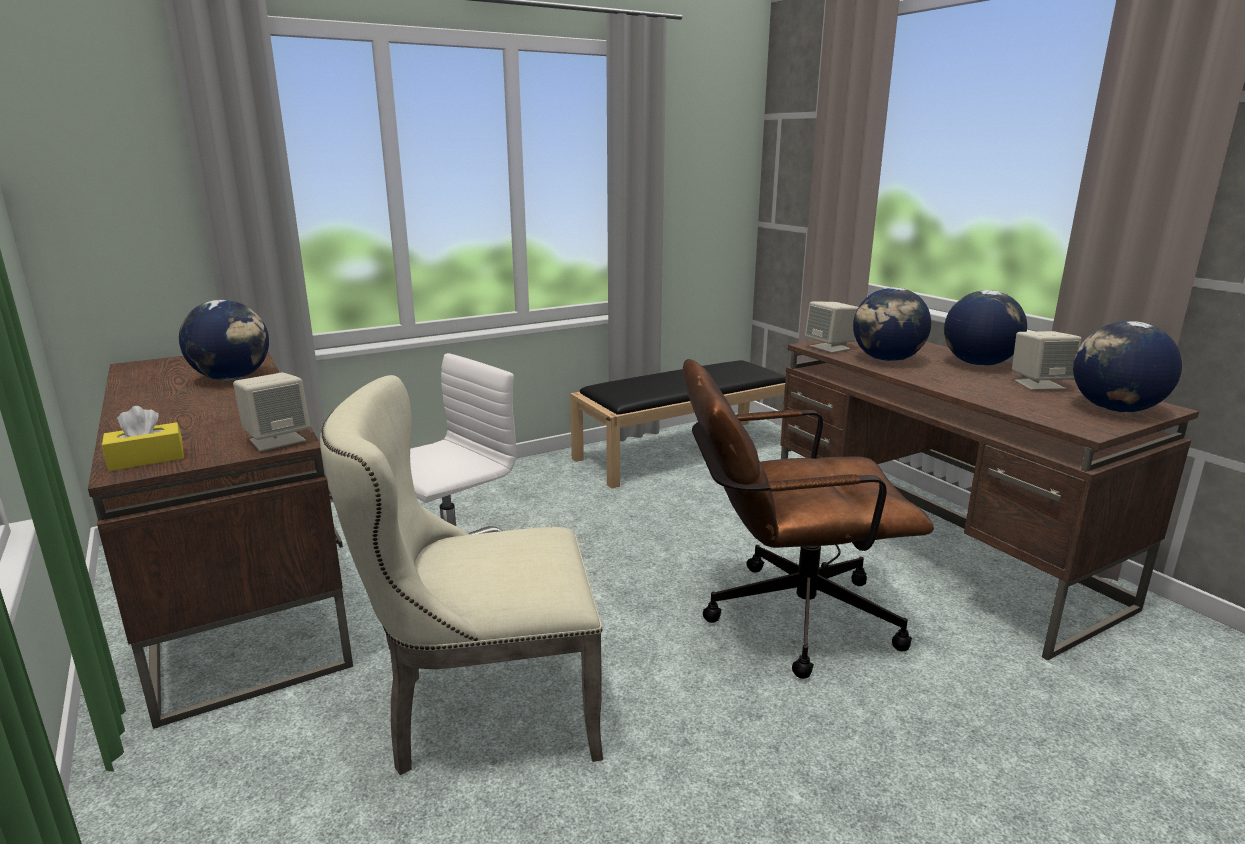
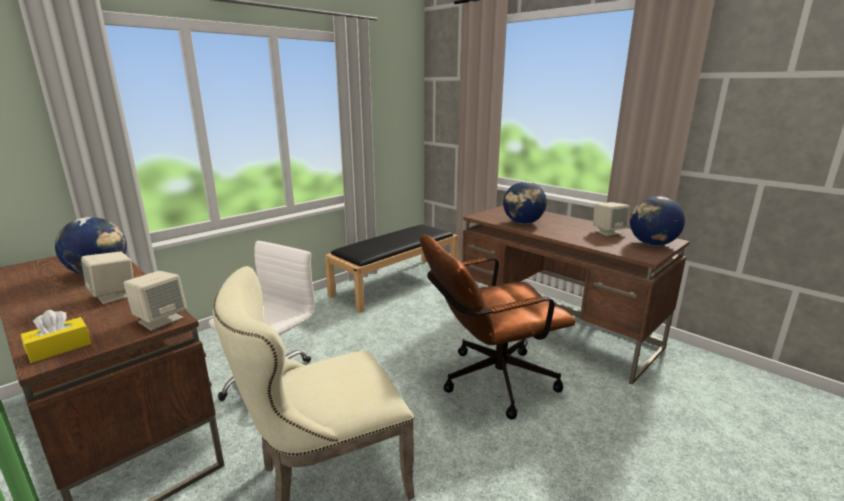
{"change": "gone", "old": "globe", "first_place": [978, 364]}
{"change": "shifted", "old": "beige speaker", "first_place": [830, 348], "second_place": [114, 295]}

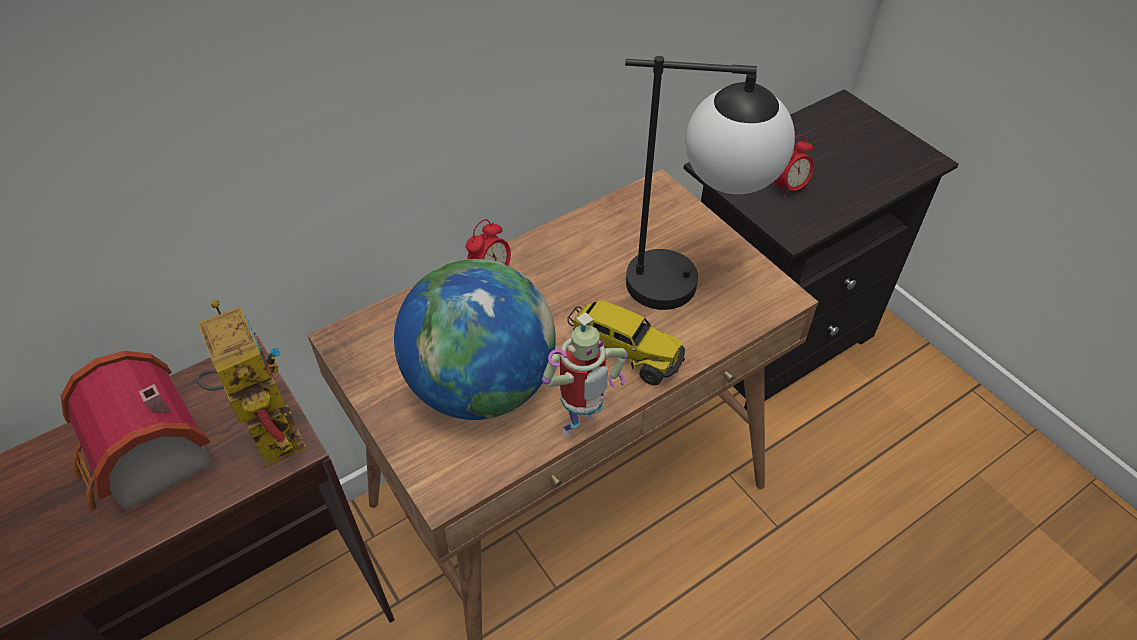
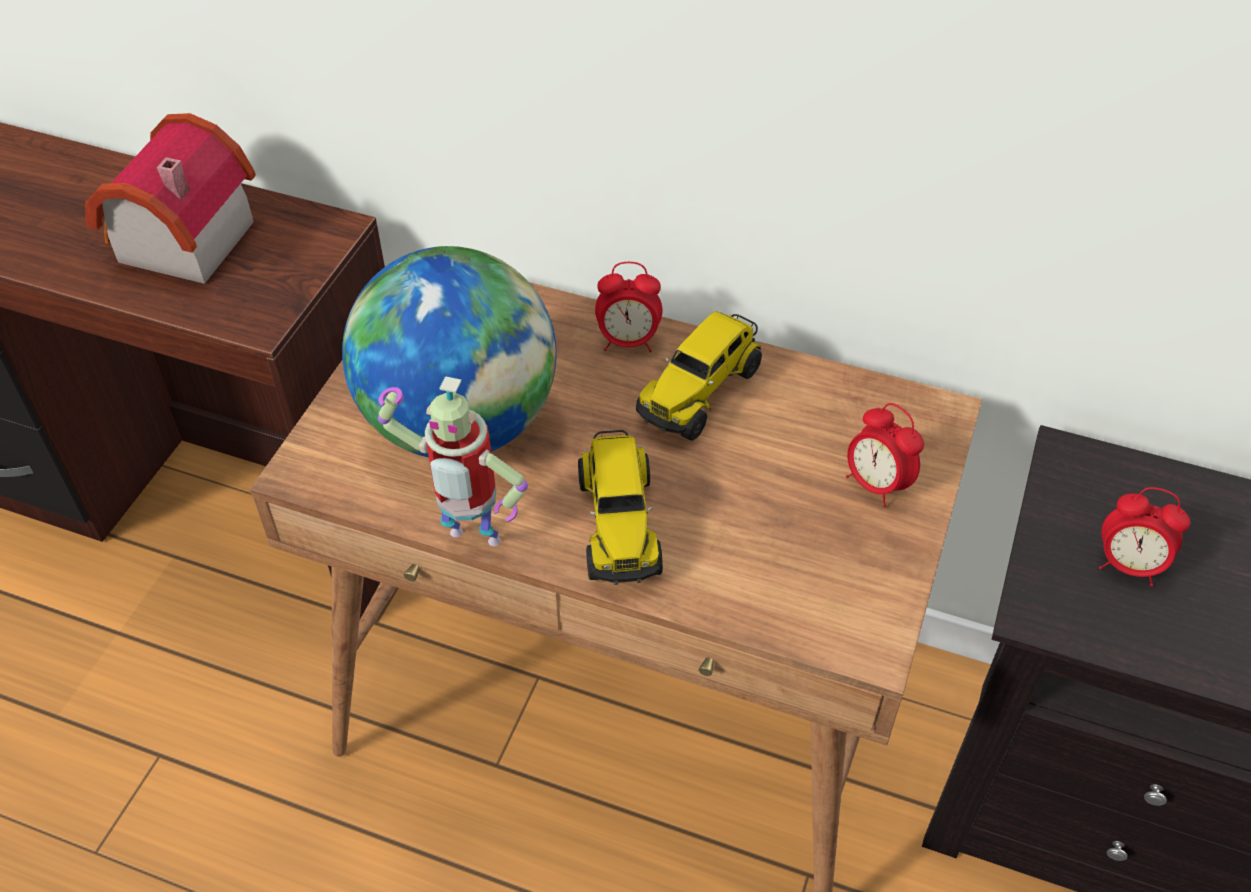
{"change": "gone", "old": "table lamp", "first_place": [691, 285]}
{"change": "gone", "old": "toy robot", "first_place": [266, 427]}
{"change": "new", "new": "toy truck", "second_place": [700, 391]}
{"change": "new", "new": "alarm clock", "second_place": [876, 484]}

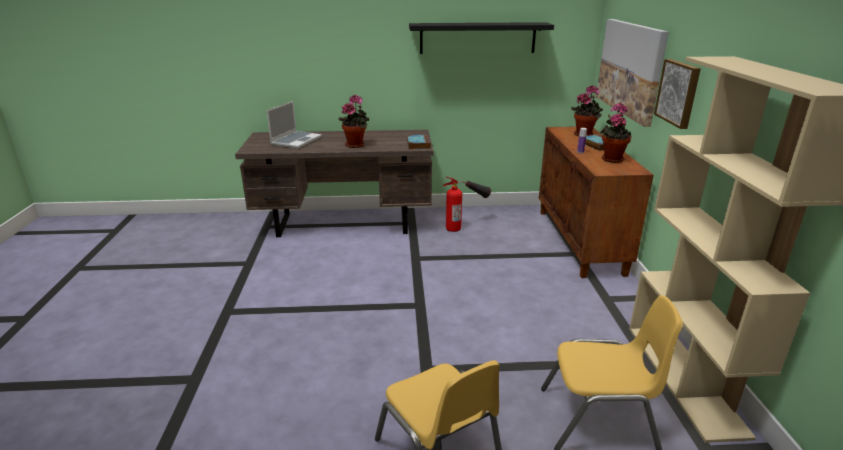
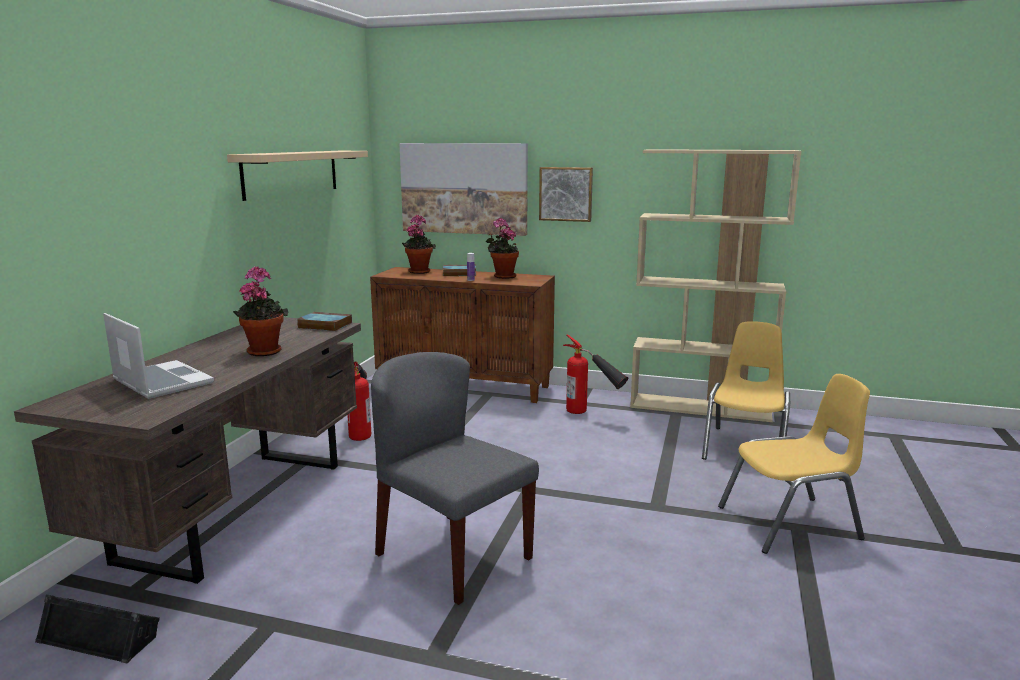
{"change": "repainted", "old": "black shelf", "new": "beige shelf", "first_place": [477, 38], "second_place": [291, 173]}
{"change": "new", "new": "fire extinguisher", "second_place": [592, 415]}
{"change": "new", "new": "grey chair", "second_place": [452, 555]}
{"change": "new", "new": "black speaker", "second_place": [100, 636]}

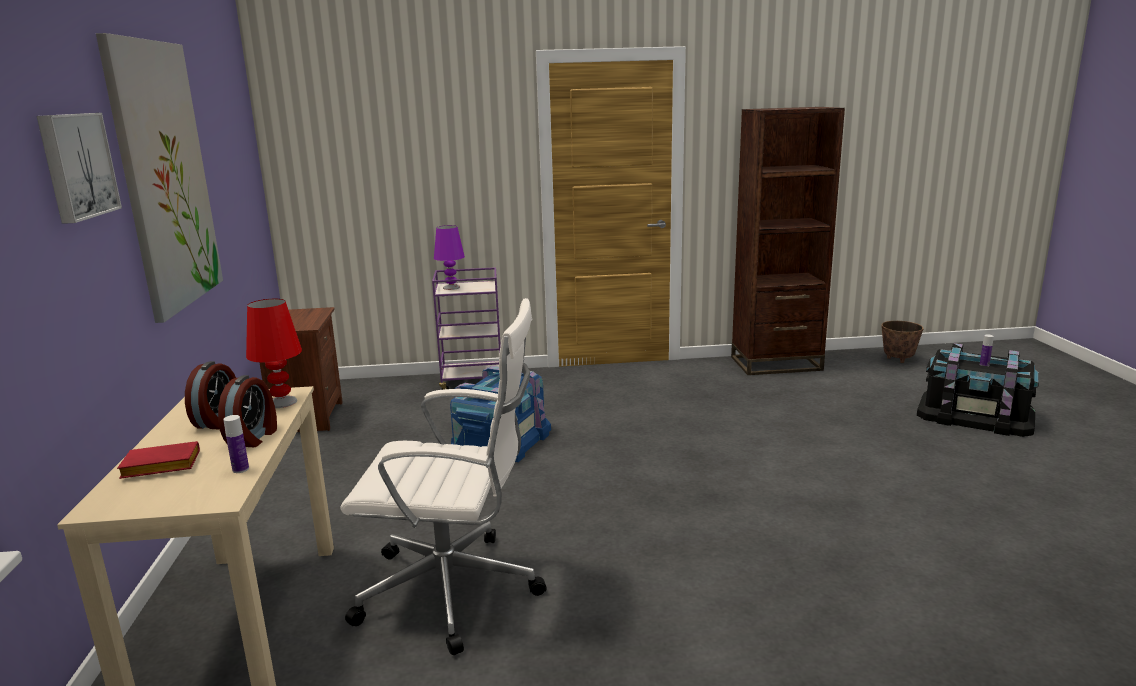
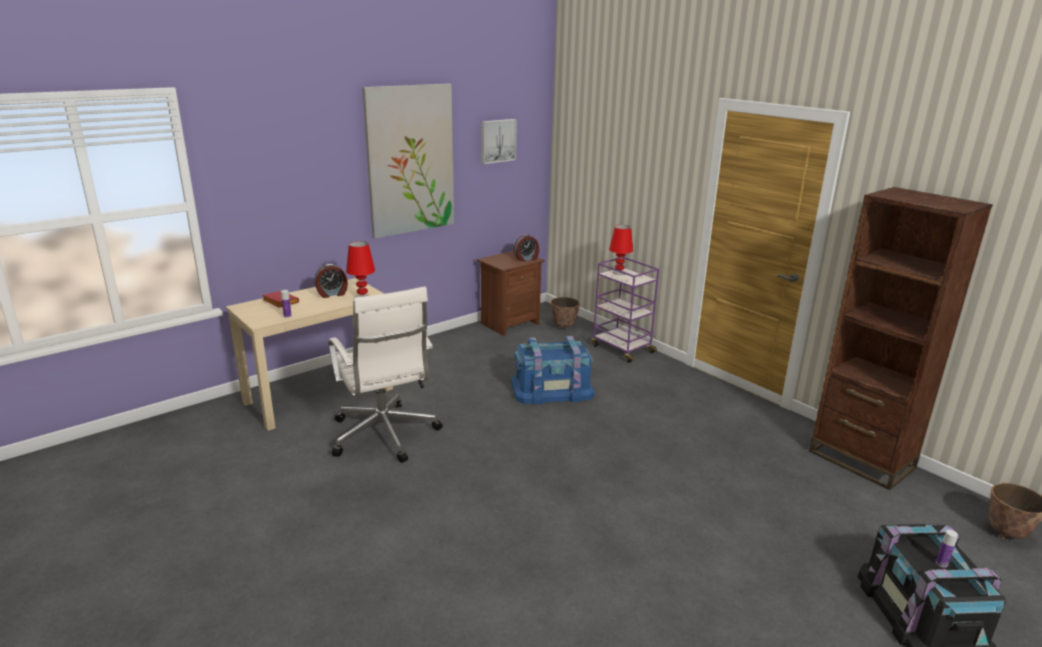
{"change": "shifted", "old": "picture", "first_place": [76, 166], "second_place": [497, 140]}
{"change": "repainted", "old": "purple table lamp", "new": "red table lamp", "first_place": [451, 287], "second_place": [619, 272]}
{"change": "shifted", "old": "alarm clock", "first_place": [254, 437], "second_place": [526, 259]}
{"change": "new", "new": "planter", "second_place": [564, 327]}

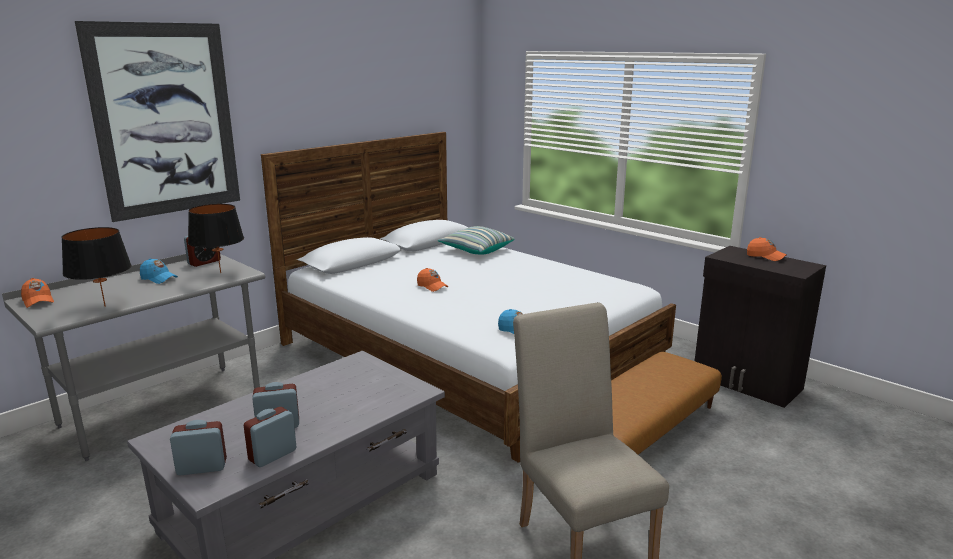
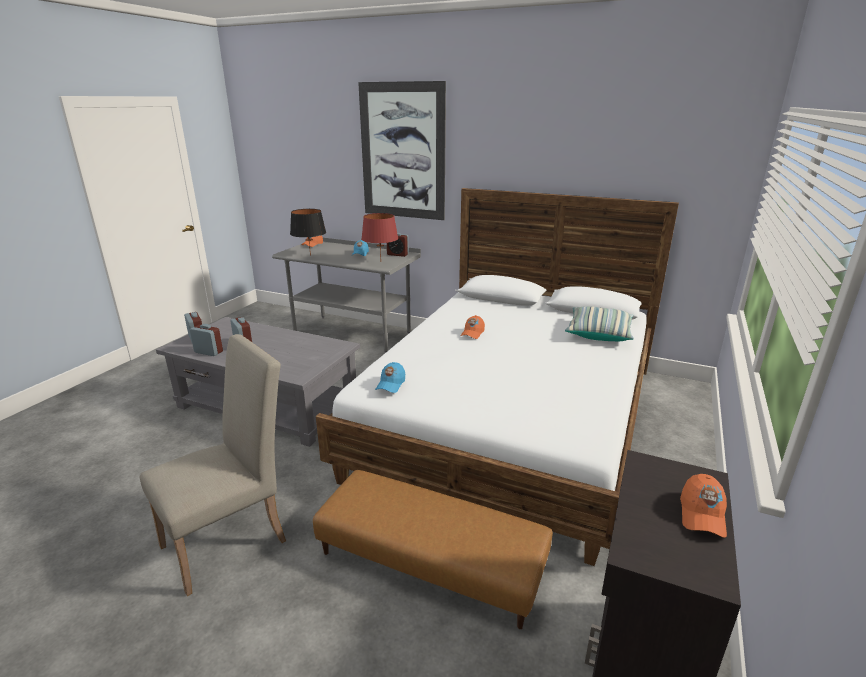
{"change": "repainted", "old": "black table lamp", "new": "red table lamp", "first_place": [220, 273], "second_place": [380, 262]}

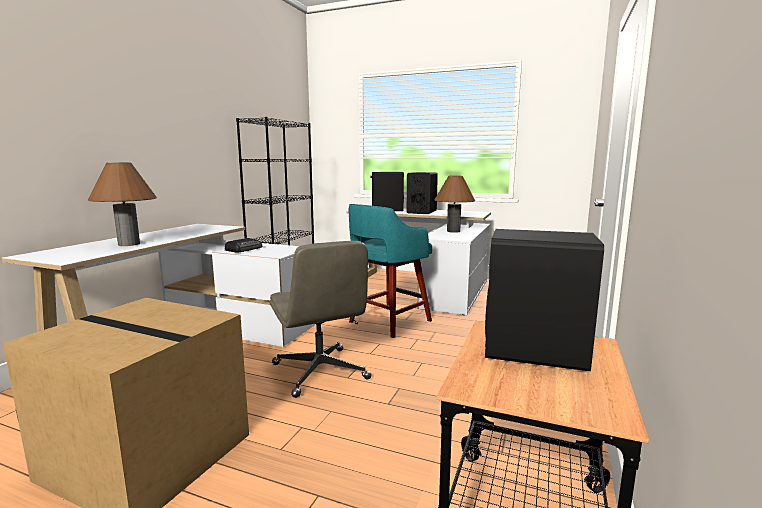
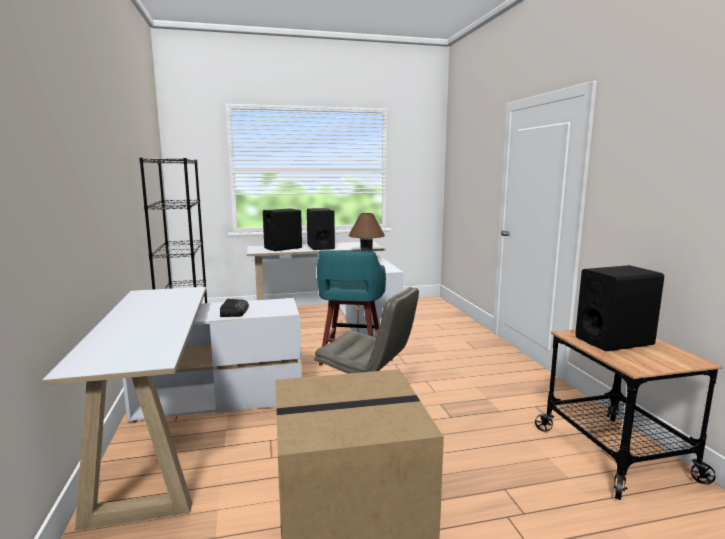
{"change": "gone", "old": "brown table lamp", "first_place": [129, 244]}

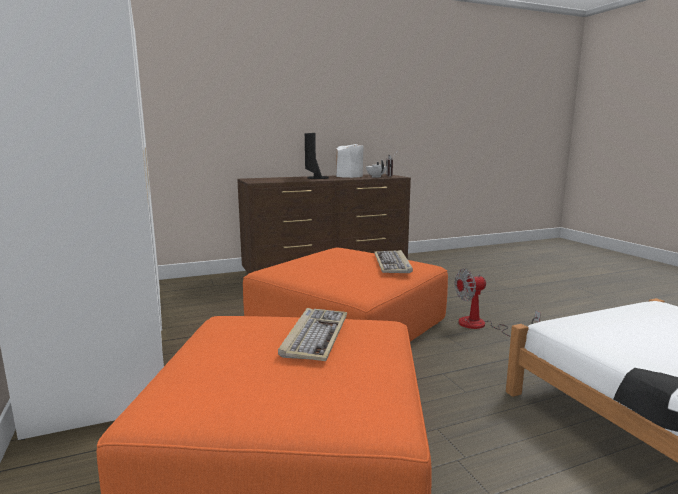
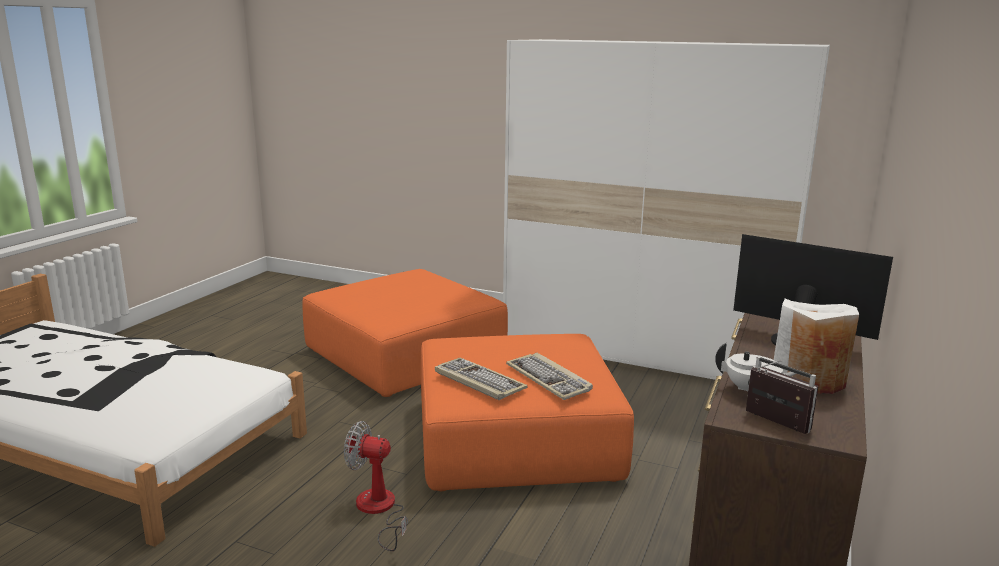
{"change": "rotated", "old": "fan", "first_place": [481, 326], "second_place": [379, 510], "degrees": -105}
{"change": "shifted", "old": "keyboard", "first_place": [315, 336], "second_place": [549, 379]}

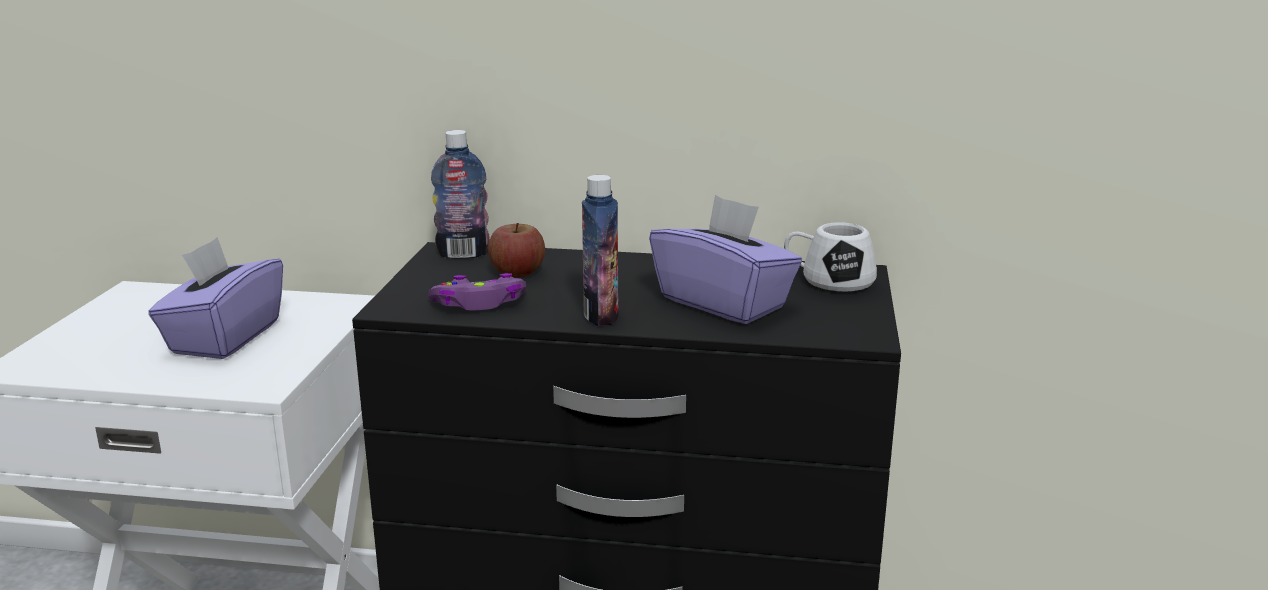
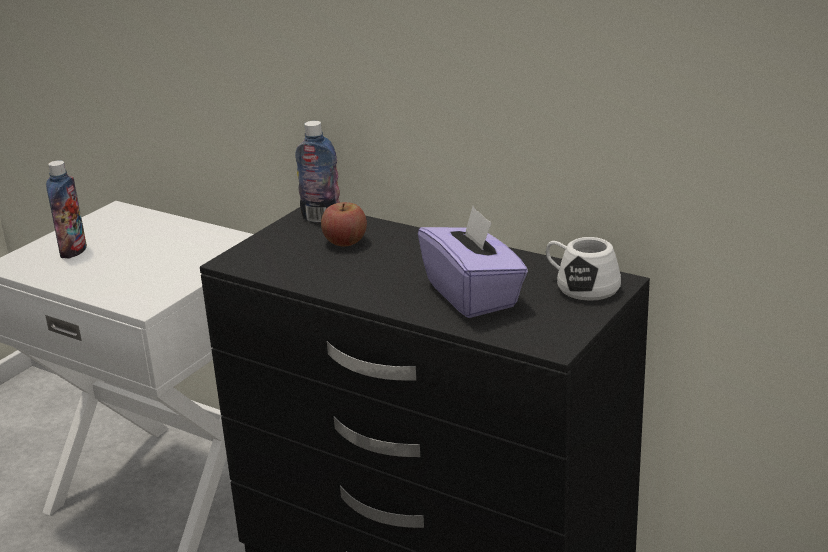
{"change": "shifted", "old": "bottle", "first_place": [601, 315], "second_place": [73, 251]}
{"change": "gone", "old": "purple tissue box", "first_place": [224, 338]}
{"change": "gone", "old": "purple game controller", "first_place": [480, 304]}

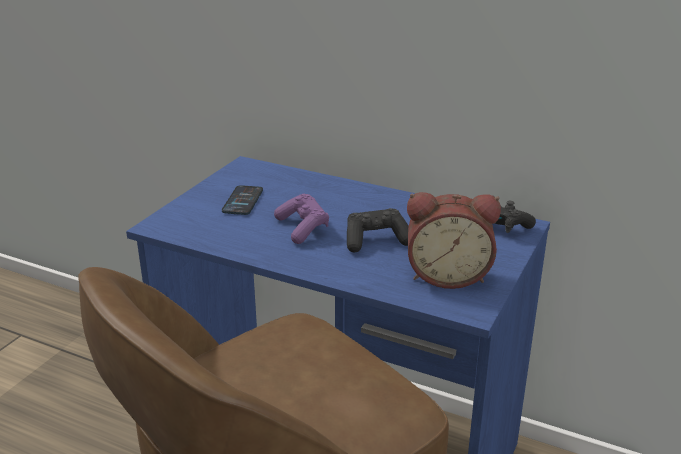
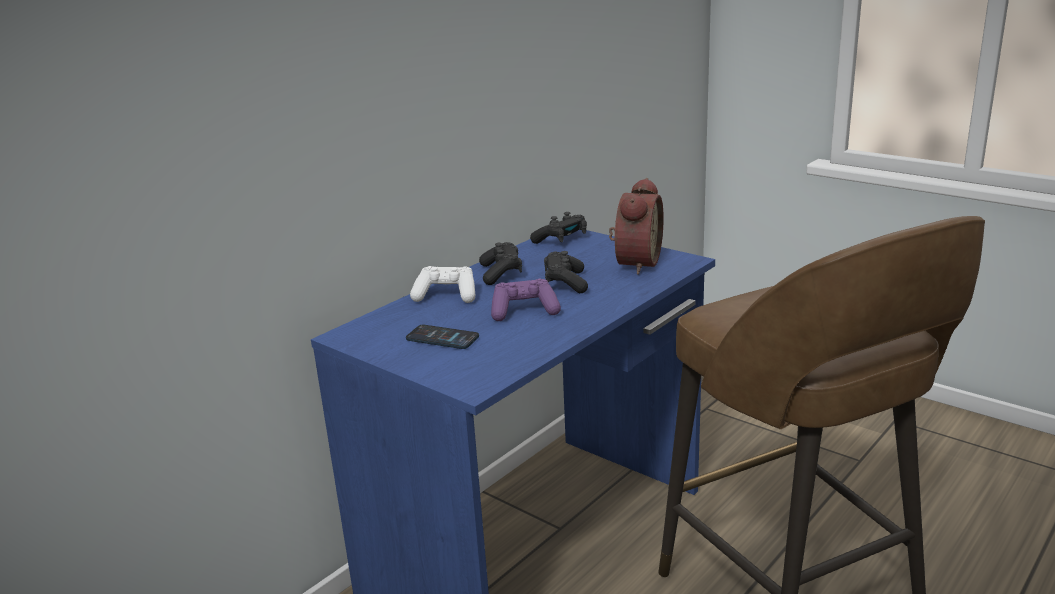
{"change": "new", "new": "black game controller", "second_place": [501, 273]}
{"change": "new", "new": "white game controller", "second_place": [446, 296]}

